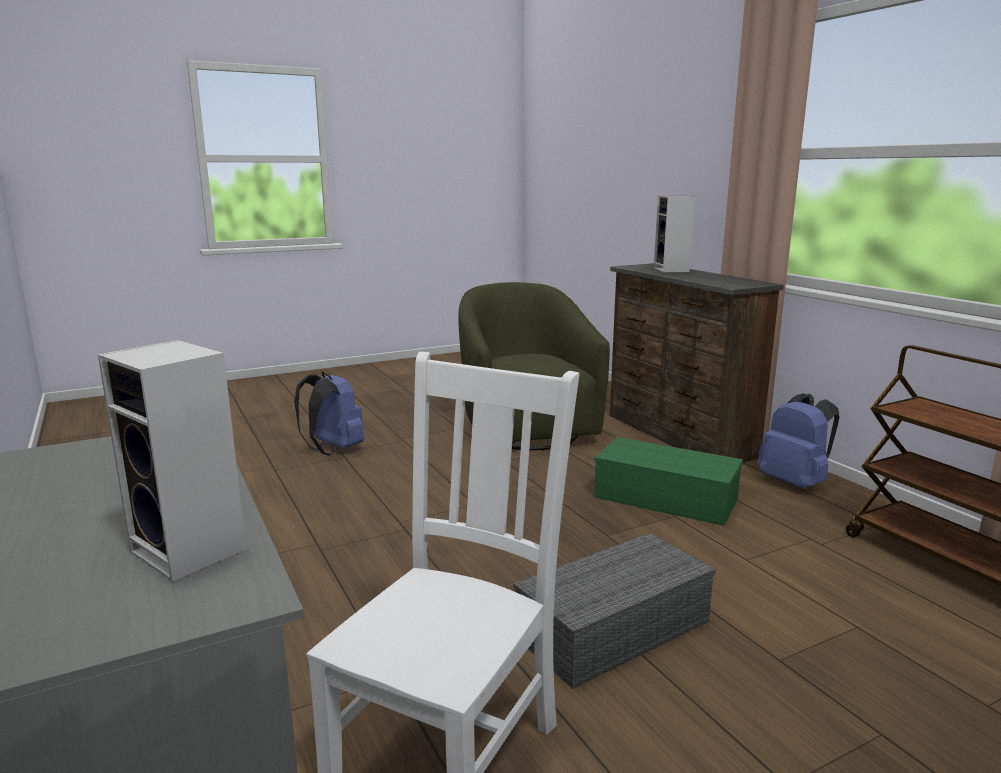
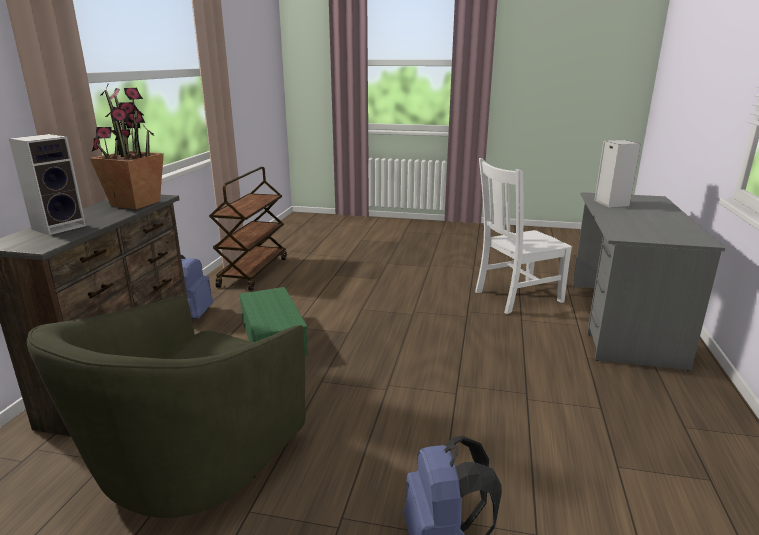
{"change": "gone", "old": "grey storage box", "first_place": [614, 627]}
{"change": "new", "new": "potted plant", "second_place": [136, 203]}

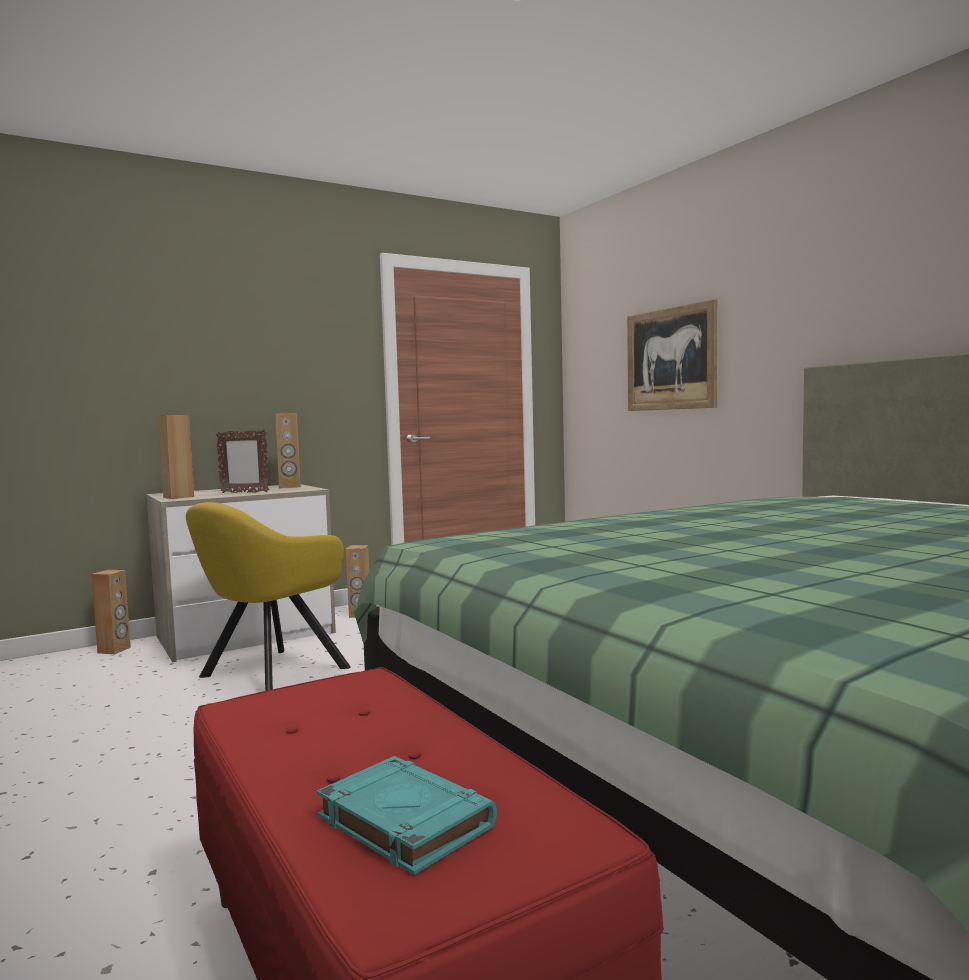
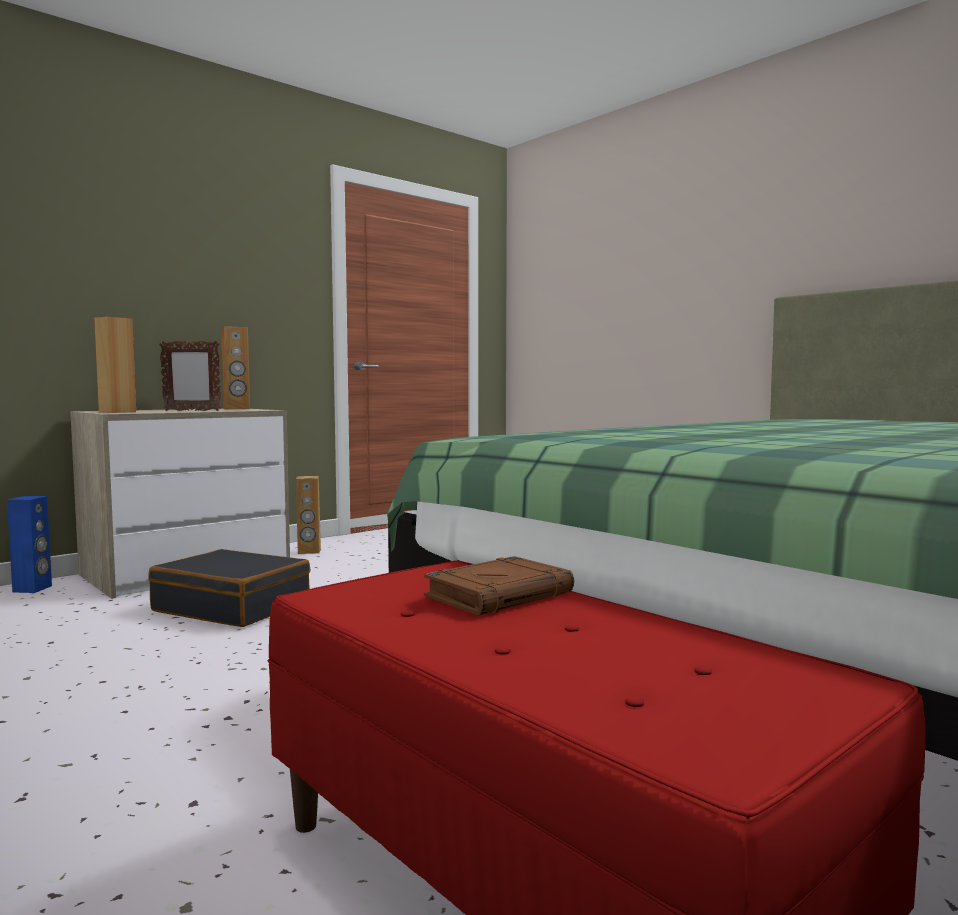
{"change": "gone", "old": "picture", "first_place": [670, 359]}
{"change": "swapped", "old": "yellow armchair", "new": "black suitcase", "first_place": [268, 674], "second_place": [232, 607]}
{"change": "repainted", "old": "brown speaker", "new": "blue speaker", "first_place": [114, 650], "second_place": [33, 589]}
{"change": "gone", "old": "turquoise book", "first_place": [403, 821]}
{"change": "new", "new": "brown book", "second_place": [500, 594]}

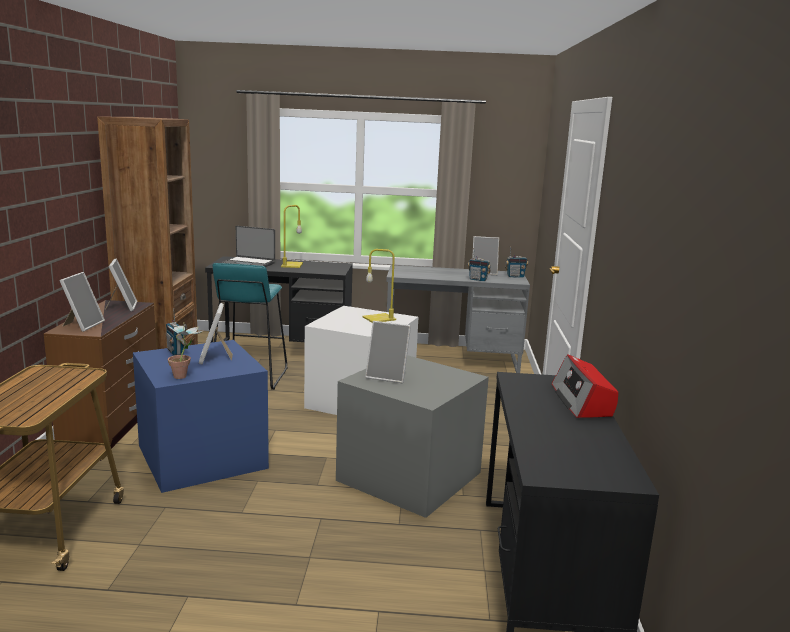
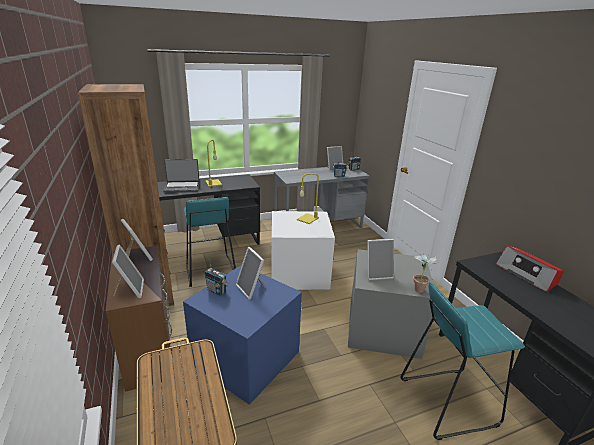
{"change": "shifted", "old": "potted plant", "first_place": [185, 376], "second_place": [420, 288]}
{"change": "new", "new": "turquoise stool", "second_place": [446, 401]}

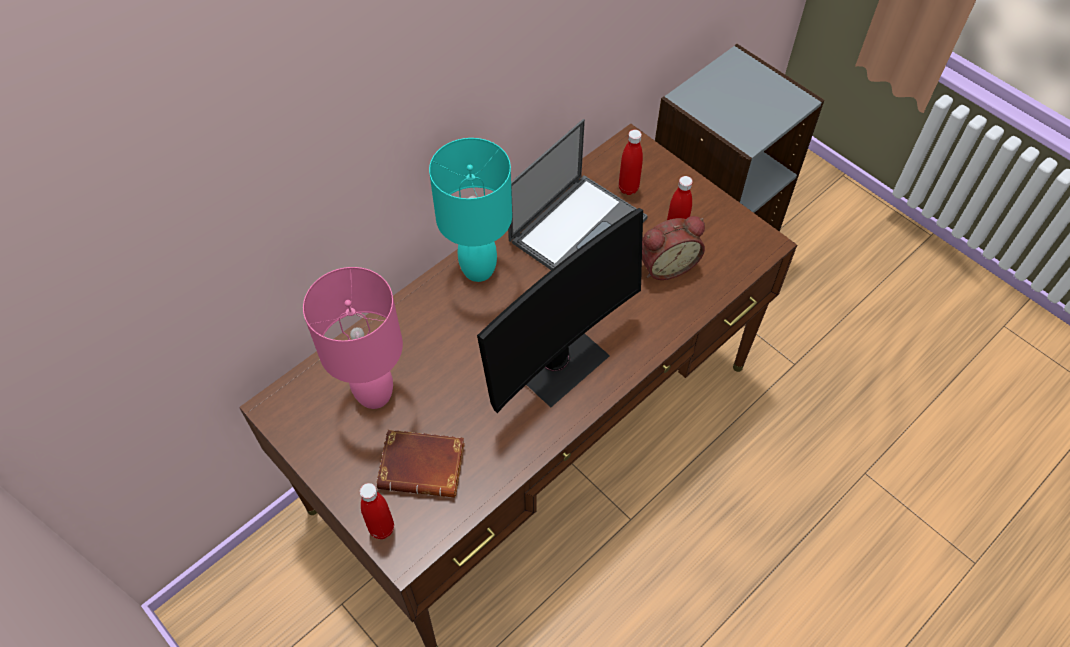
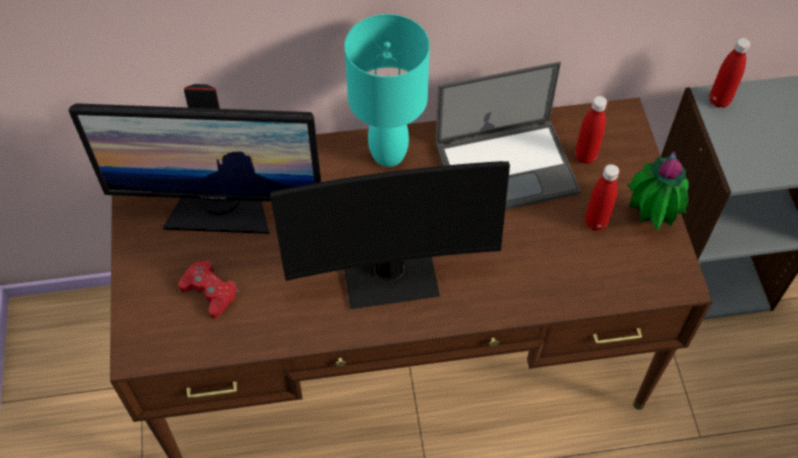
{"change": "gone", "old": "alarm clock", "first_place": [665, 264]}
{"change": "swapped", "old": "pink table lamp", "new": "monitor", "first_place": [375, 393], "second_place": [220, 208]}
{"change": "swapped", "old": "brown book", "new": "red game controller", "first_place": [425, 465], "second_place": [210, 292]}
{"change": "shifted", "old": "red bottle", "first_place": [382, 528], "second_place": [719, 100]}
{"change": "new", "new": "potted plant", "second_place": [648, 220]}

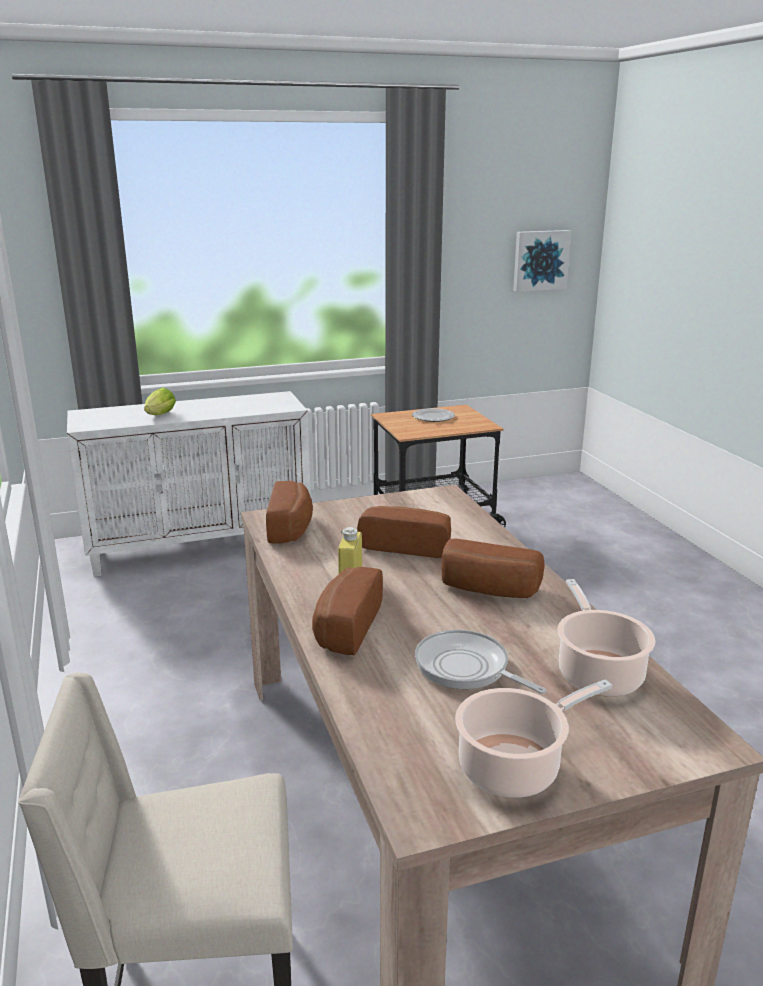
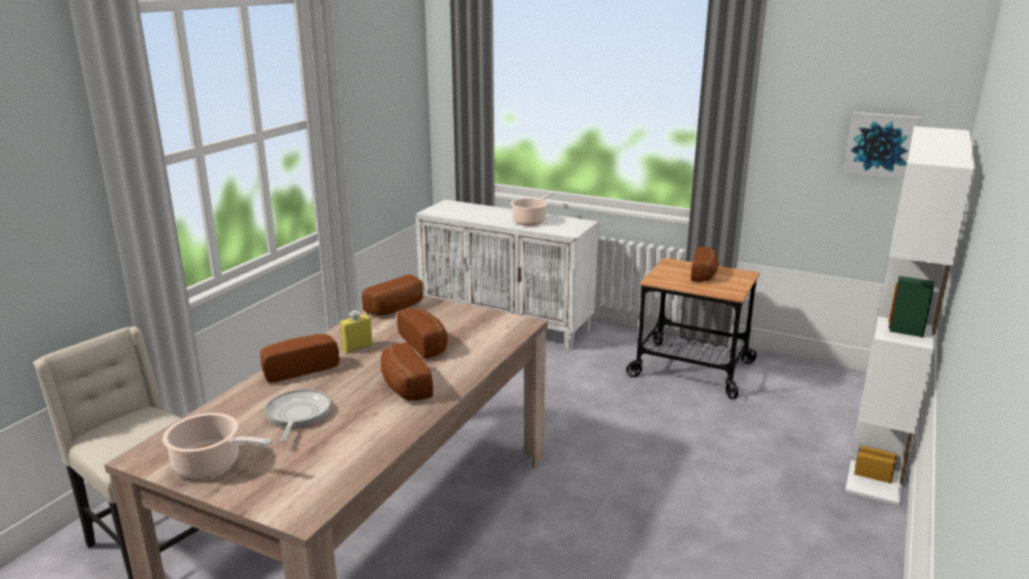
{"change": "gone", "old": "lettuce", "first_place": [159, 416]}
{"change": "swapped", "old": "plate", "new": "bread", "first_place": [433, 417], "second_place": [704, 274]}
{"change": "shifted", "old": "cooking pot", "first_place": [598, 672], "second_place": [530, 221]}
{"change": "new", "new": "white bookcase", "second_place": [879, 453]}

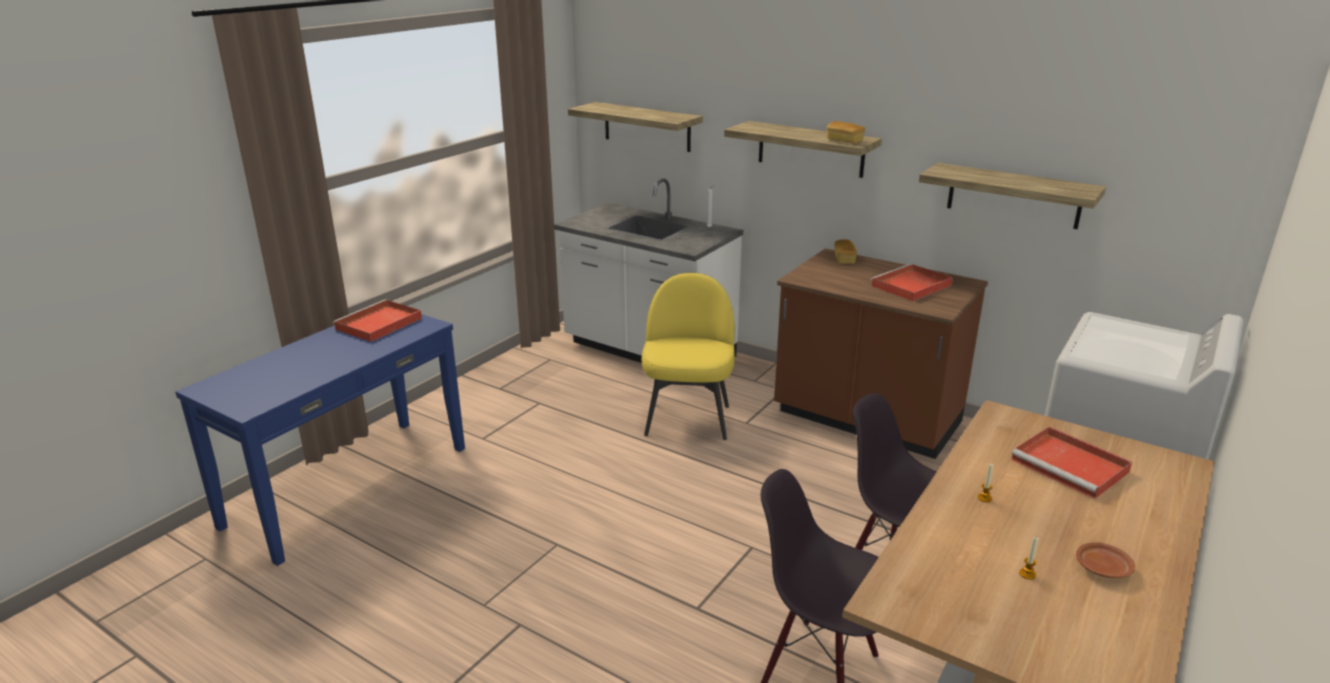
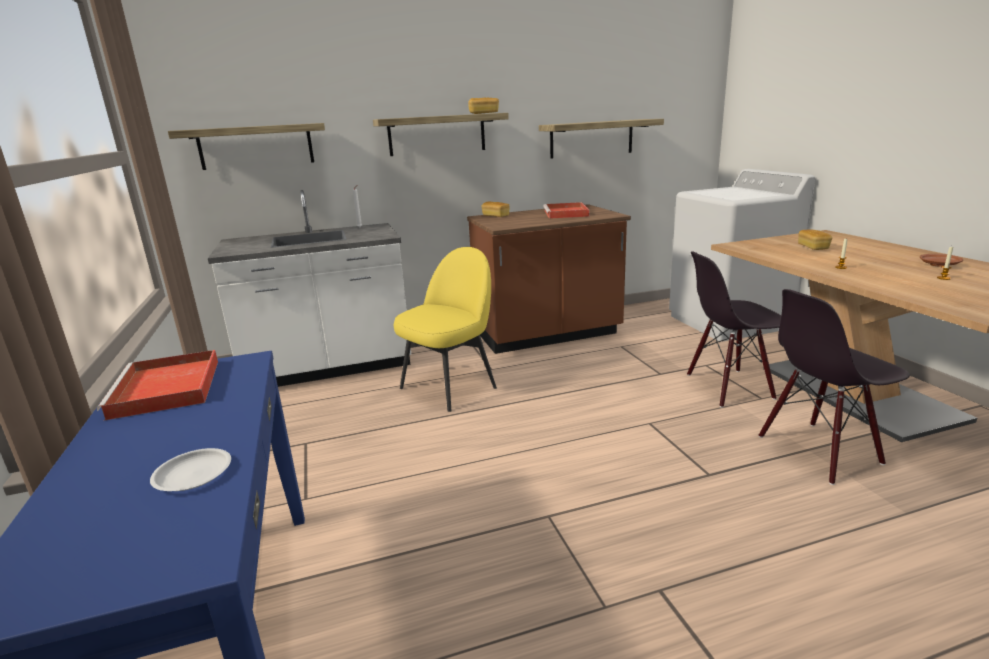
{"change": "rotated", "old": "yellow chair", "first_place": [688, 418], "second_place": [450, 387], "degrees": 90}
{"change": "swapped", "old": "red tray", "new": "bread", "first_place": [1072, 466], "second_place": [813, 247]}
{"change": "new", "new": "white plate", "second_place": [192, 474]}

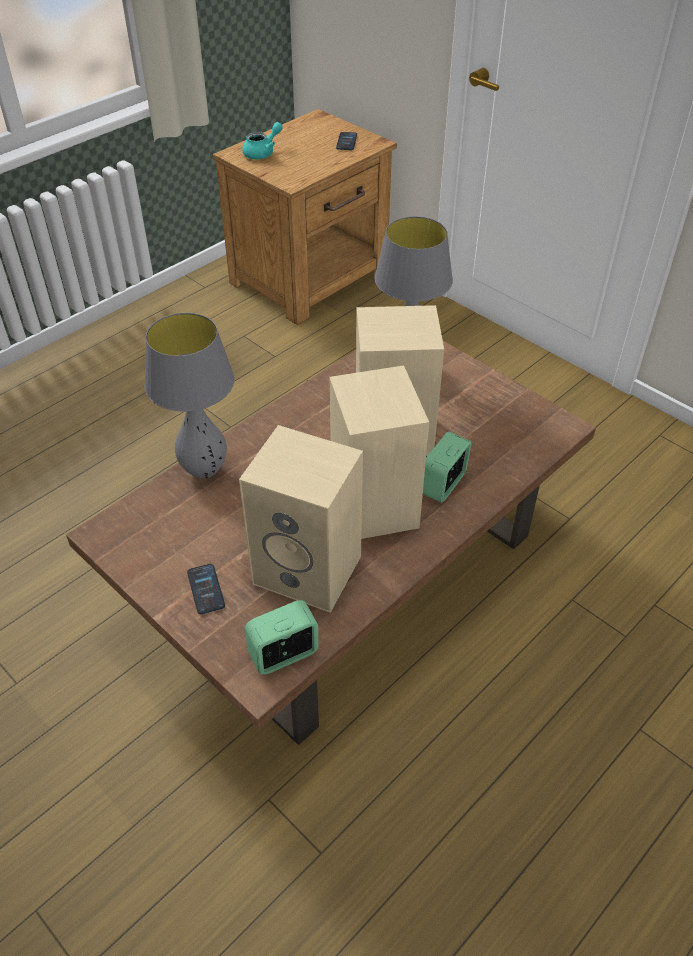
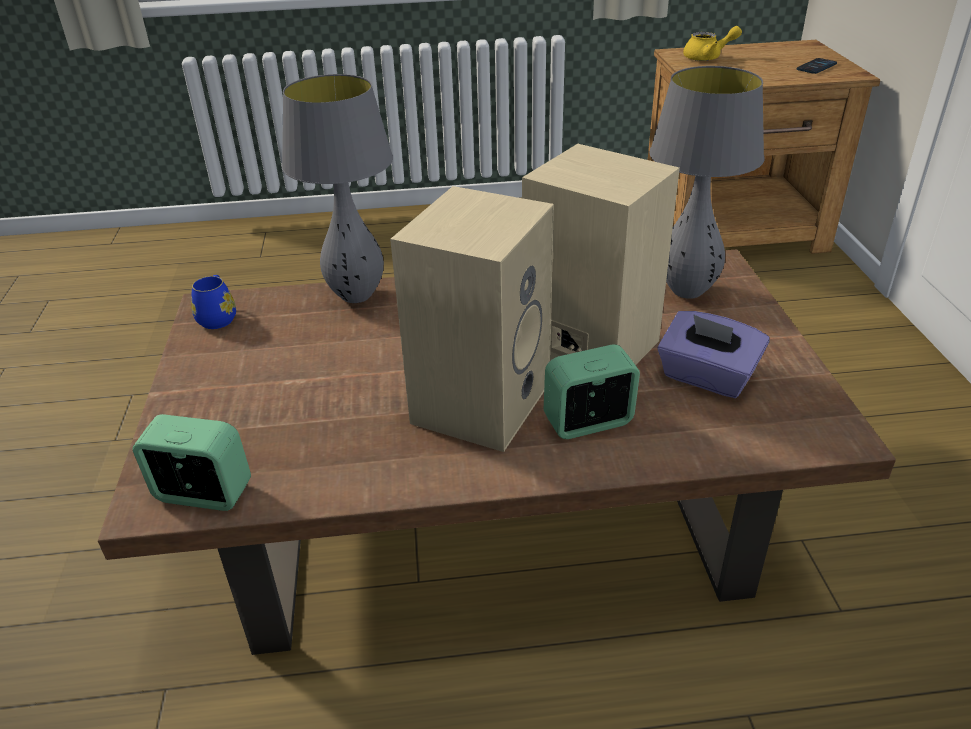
{"change": "repainted", "old": "turquoise teapot", "new": "yellow teapot", "first_place": [263, 153], "second_place": [707, 57]}
{"change": "gone", "old": "beige speaker", "first_place": [310, 569]}
{"change": "gone", "old": "phone", "first_place": [206, 589]}
{"change": "new", "new": "blue mug", "second_place": [218, 317]}
{"change": "new", "new": "purple tissue box", "second_place": [706, 377]}

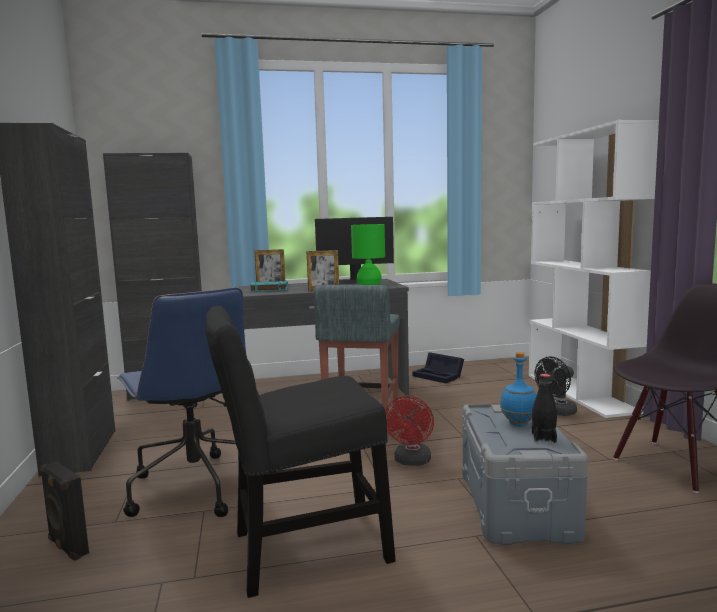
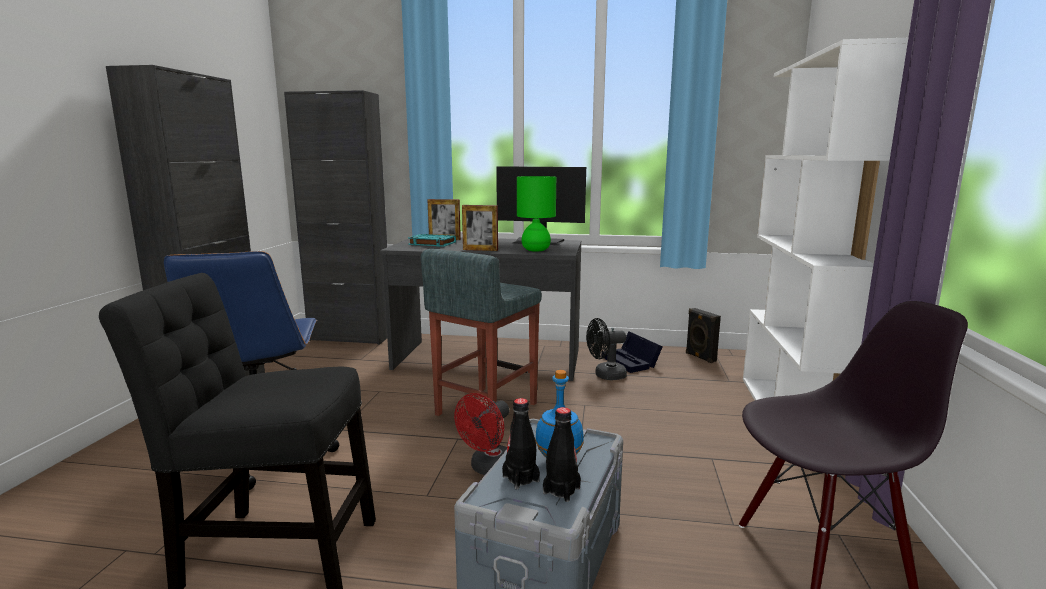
{"change": "shifted", "old": "black fan", "first_place": [557, 412], "second_place": [605, 375]}
{"change": "shifted", "old": "black speaker", "first_place": [67, 547], "second_place": [699, 357]}
{"change": "new", "new": "black bottle", "second_place": [520, 479]}

